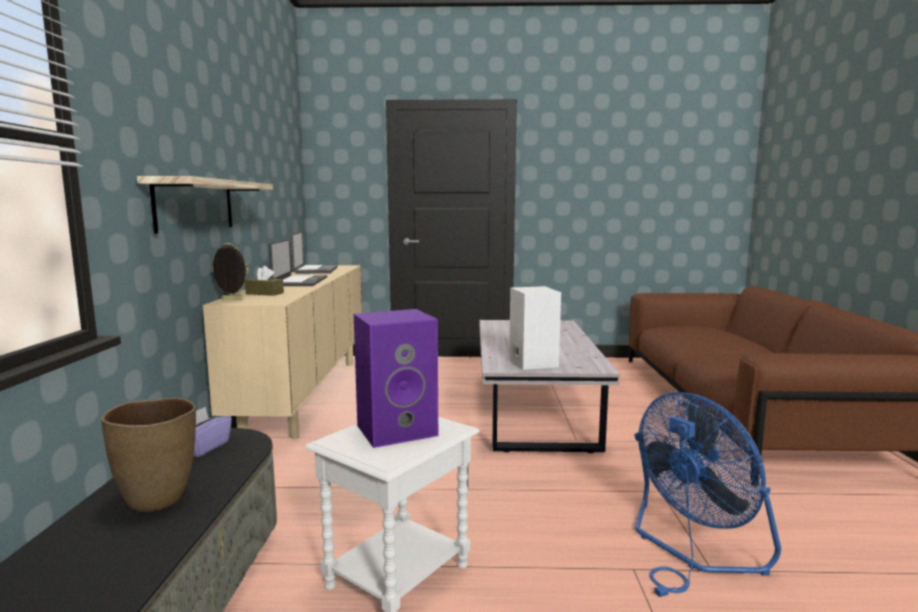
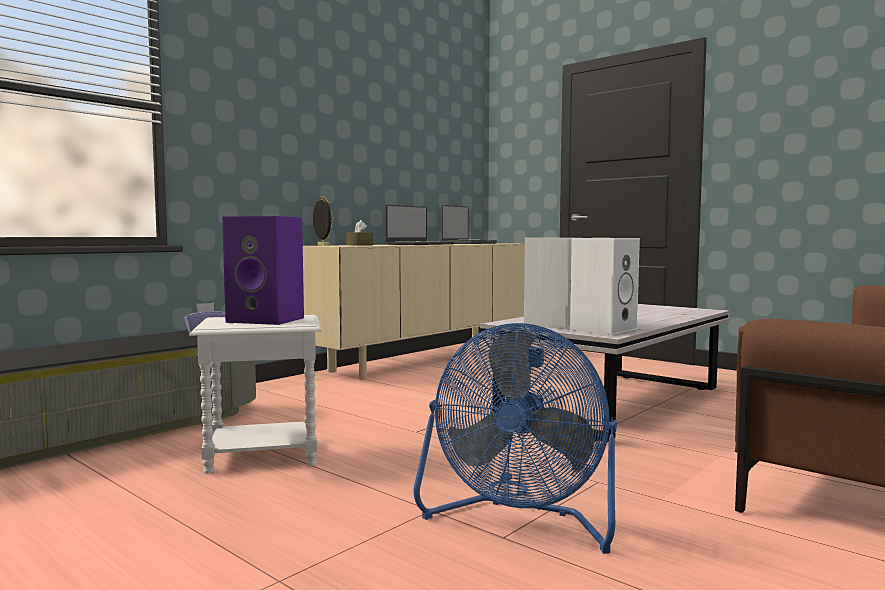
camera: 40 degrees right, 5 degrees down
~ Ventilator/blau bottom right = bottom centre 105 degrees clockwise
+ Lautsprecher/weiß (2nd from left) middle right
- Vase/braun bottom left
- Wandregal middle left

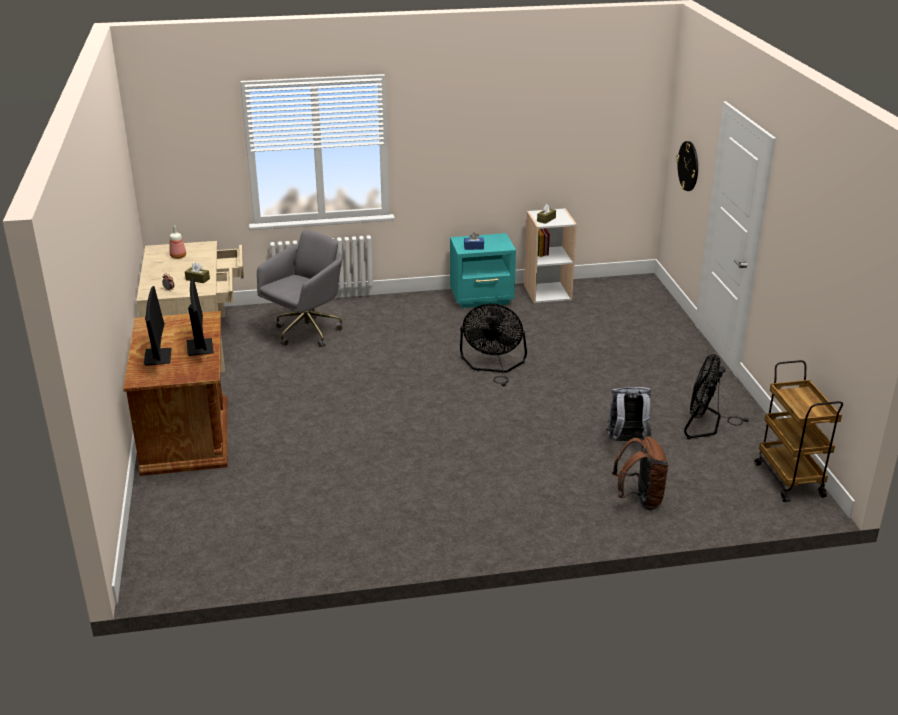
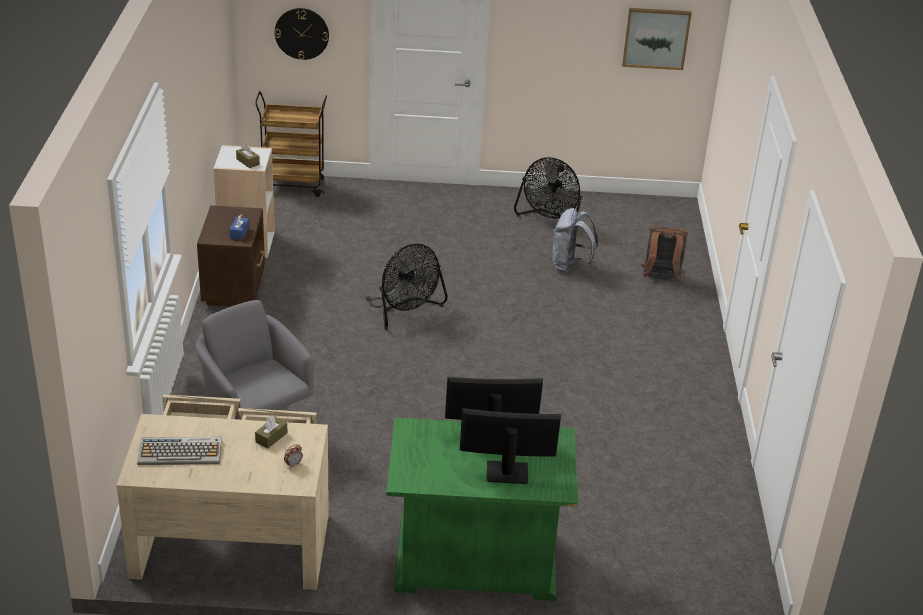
camera: 80 degrees left, 5 degrees up
~ Flasche middle left to Tastatur bottom left
~ Nachttisch/türkis centre to Nachttisch/braun middle left
~ Rollwagen/braun middle right to top left
~ Ventilator/schwarz (1st from left) centre = centre 150 degrees counterclockwise
~ Schrank/braun middle left to Schrank/grün bottom centre
+ Bild top right

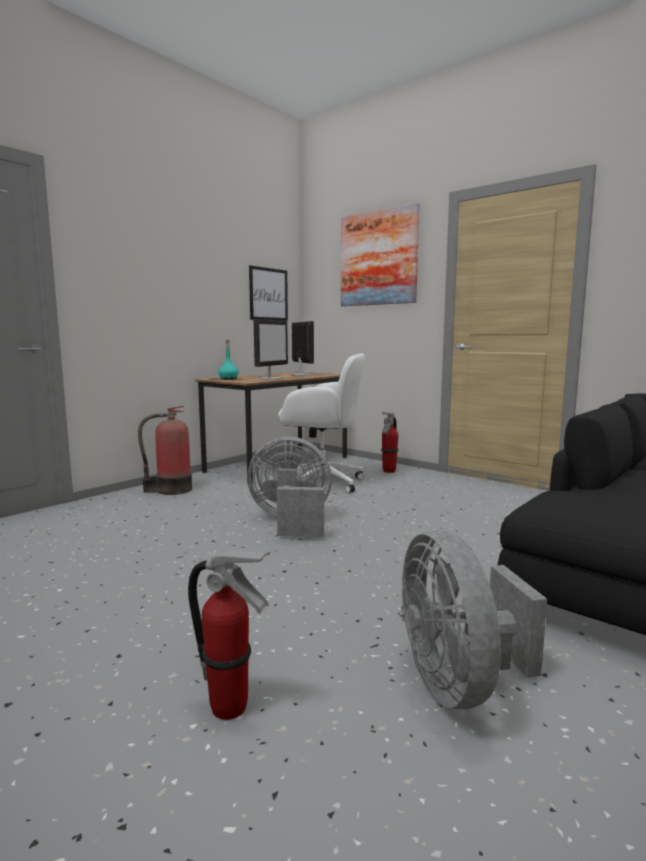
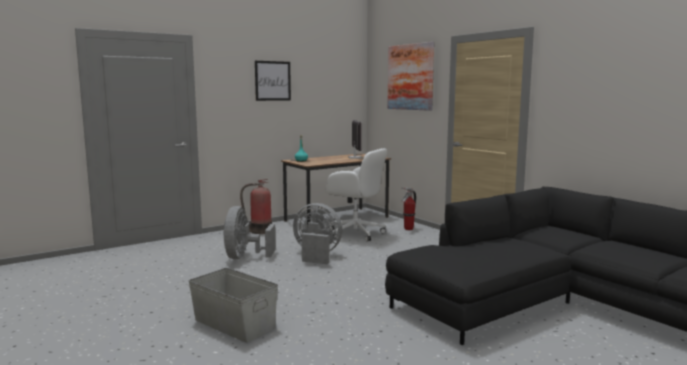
camera: 15 degrees right, 0 degrees up
~ Feuerlöscher (2nd from left) bottom centre to Aufbewahrungsbox/grau bottom centre
~ Ventilator/grau (2nd from left in the first image) bottom right to Ventilator/grau (1st from left) centre
~ Bild (1st from left) centre to top centre
- Monitor (1st from left) centre

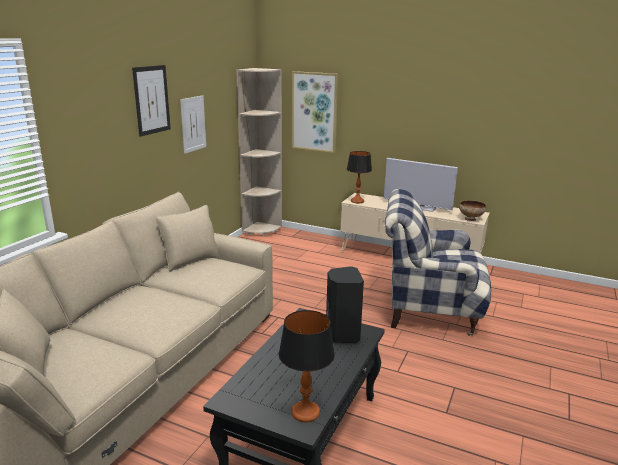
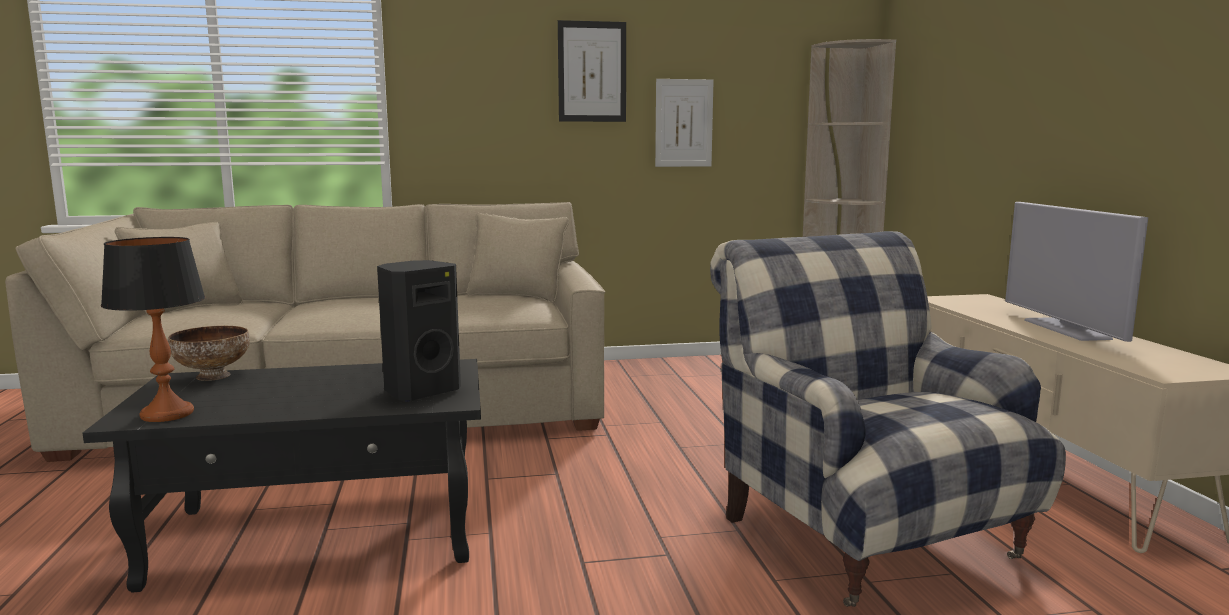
camera: 55 degrees right, 10 degrees down
~ Schüssel middle right to middle left
- Bild (3rd from left) top centre
- Tischlampe (2nd from left) centre

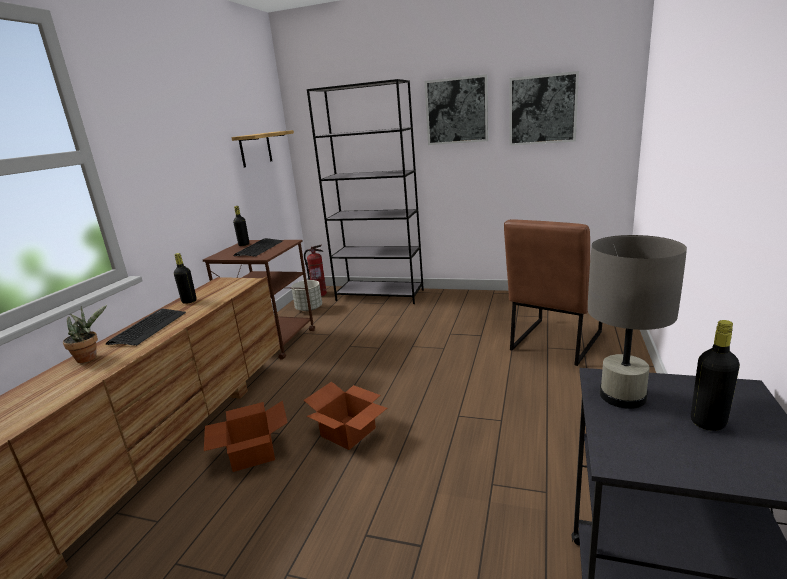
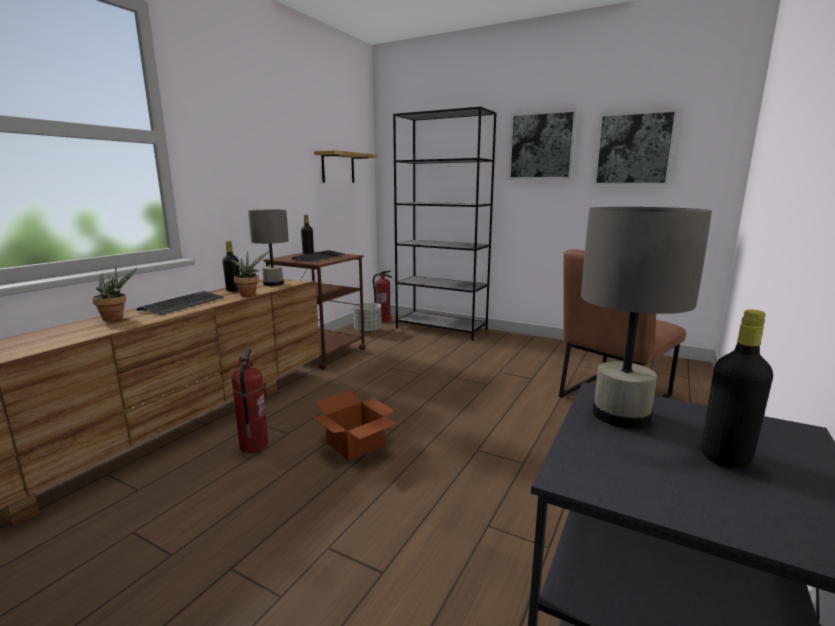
camera: 10 degrees right, 5 degrees down
+ Topfpflanze (2nd from left) middle left
~ Karton (1st from left) bottom left to Feuerlöscher (1st from left) middle left
+ Tischlampe/grau (1st from left) middle left

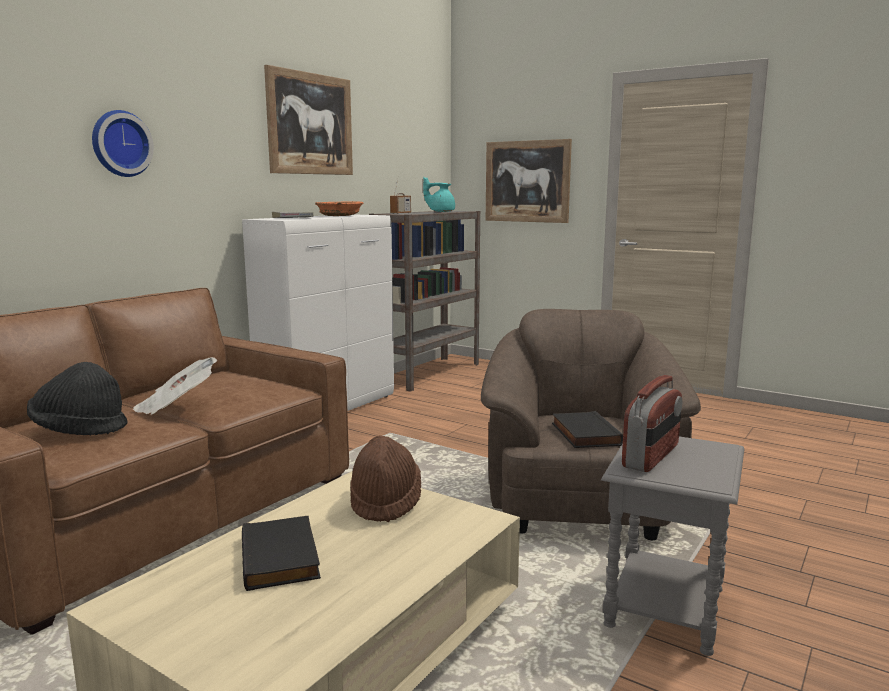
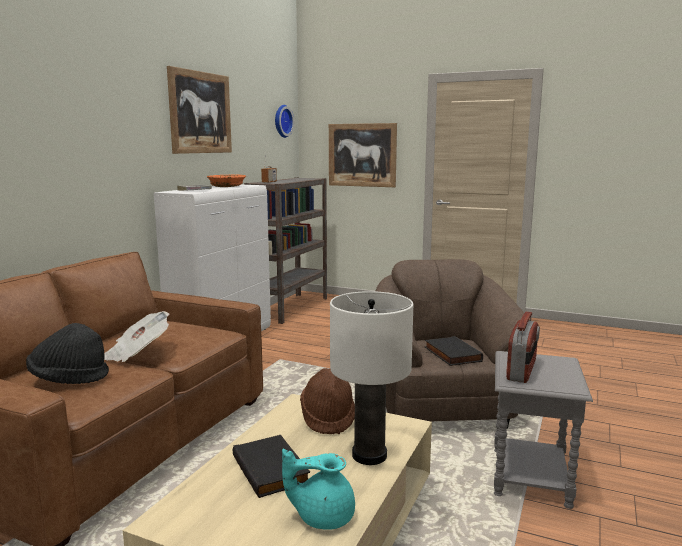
camera: 10 degrees left, 0 degrees up
~ Wanduhr top left to top centre
~ Teekanne/türkis top centre to bottom centre
+ Tischlampe/weiß bottom centre

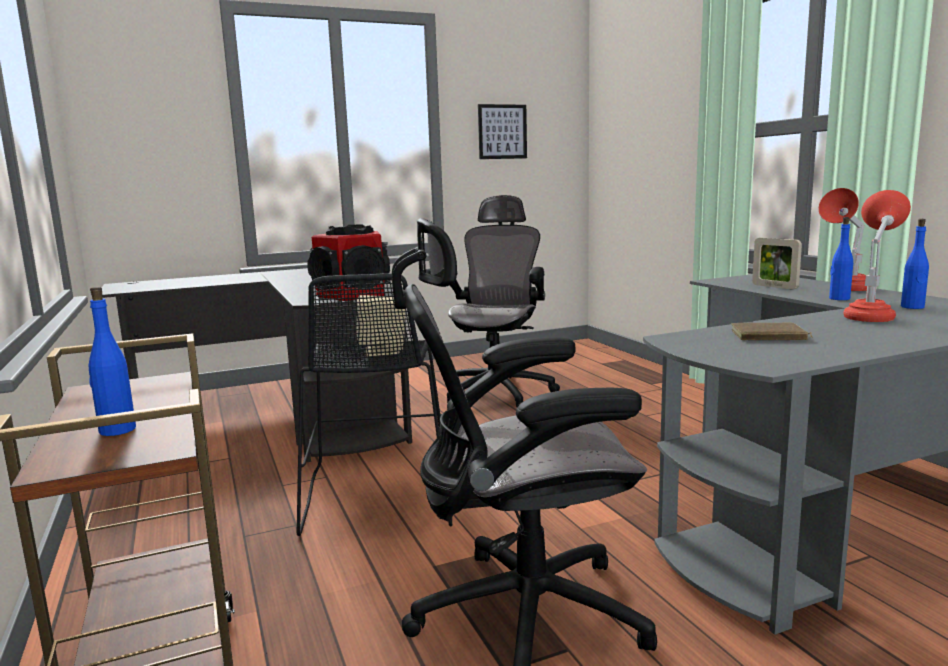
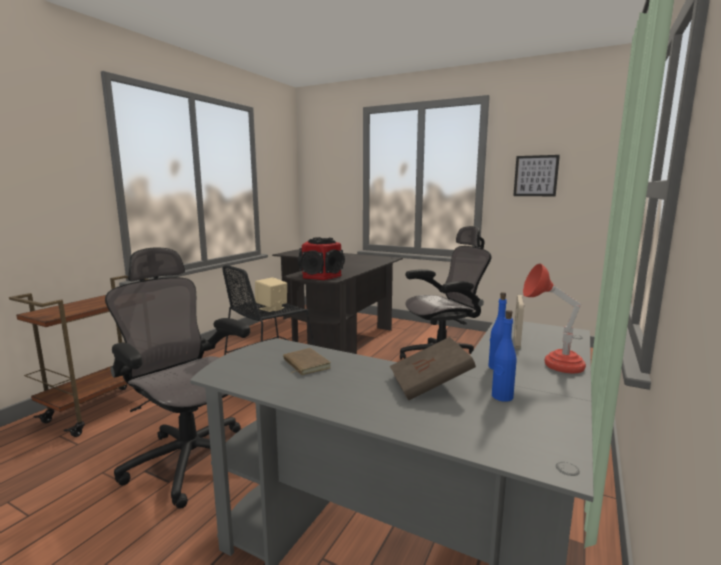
camera: 50 degrees right, 0 degrees up
~ Tischlampe/rot (2nd from left) middle right to Buch/braun (2nd from left) centre
- Flasche/blau (1st from left) middle left

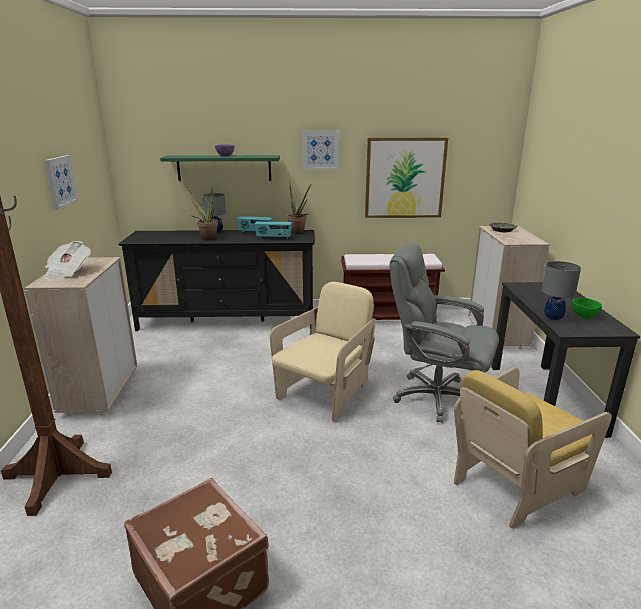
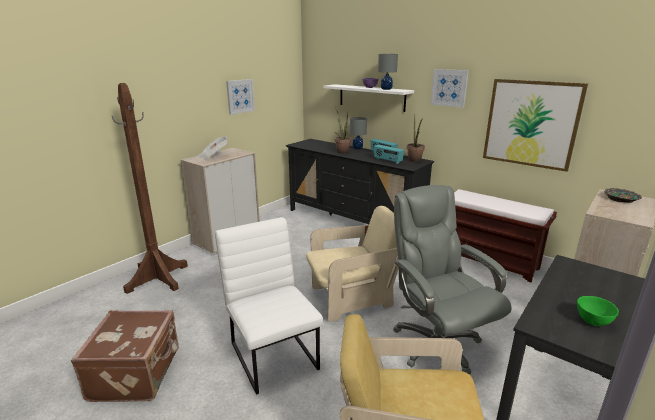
camera: 40 degrees right, 0 degrees up
+ Stuhl/weiß bottom centre
~ Wandregal/grün top centre to Wandregal/weiß top centre
~ Tischlampe/grau (2nd from left) middle right to top centre

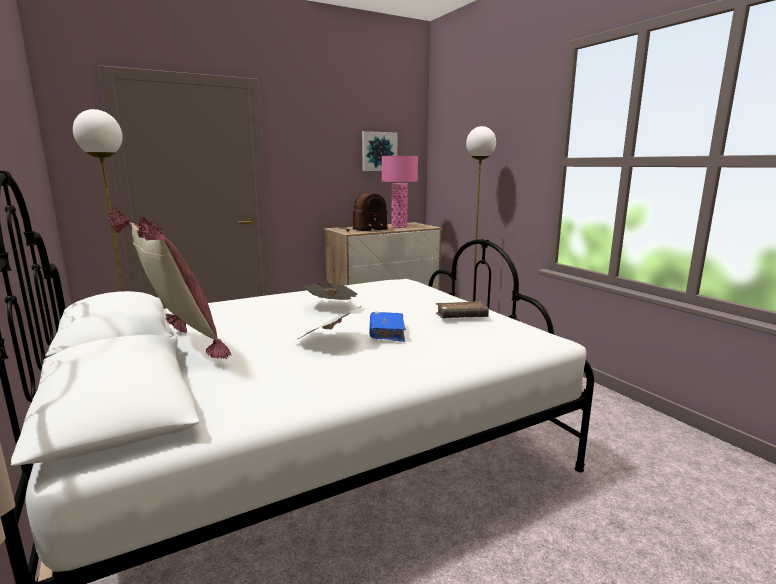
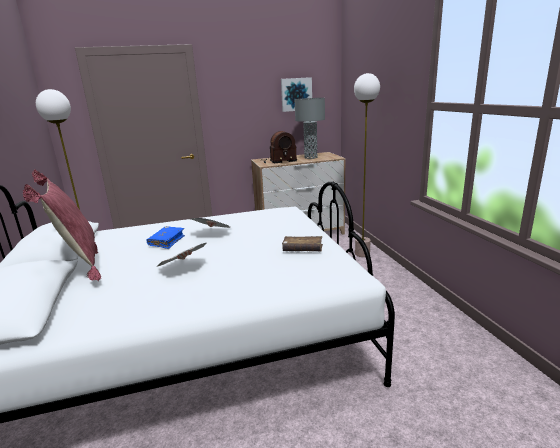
camera: 15 degrees right, 5 degrees up
~ Buch/blau centre to middle left
~ Tischlampe/rosa top centre to Tischlampe/grau top centre

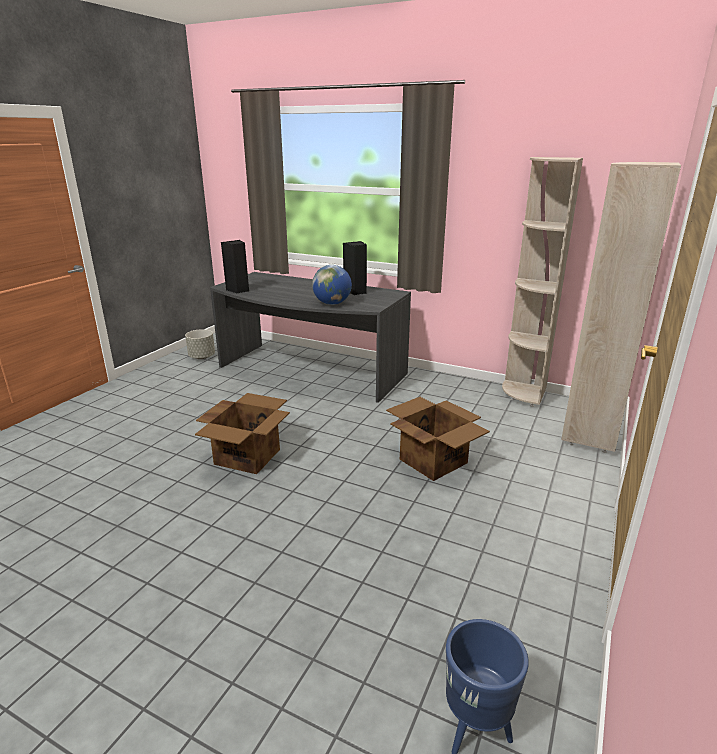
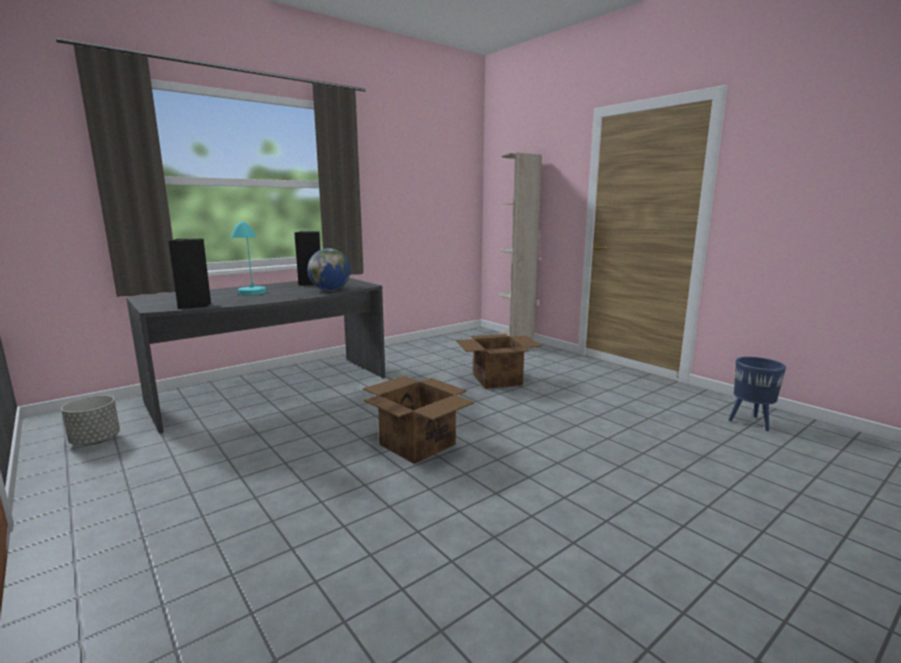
camera: 65 degrees left, 10 degrees down
+ Tischlampe/türkis middle left
- Bücherregal/beige (1st from left) middle right

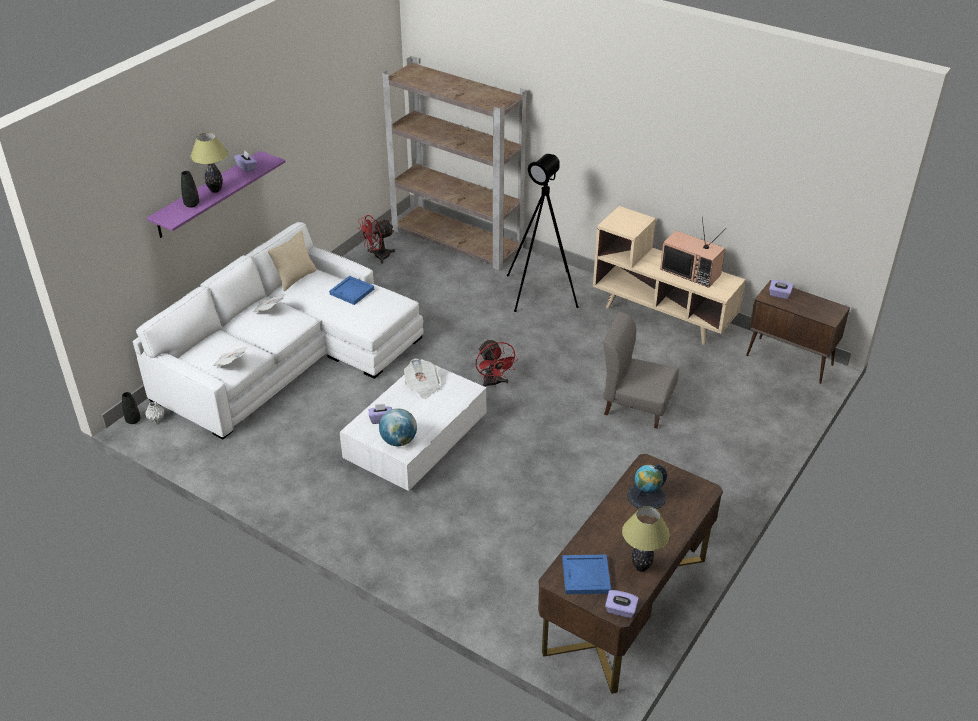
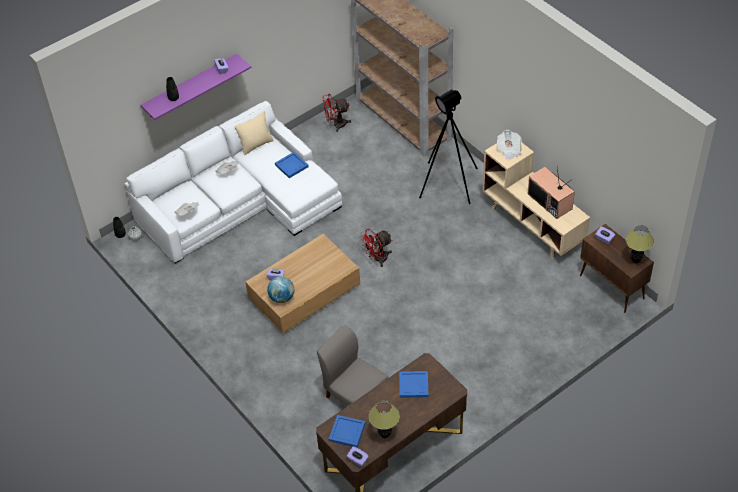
camera: 20 degrees right, 10 degrees up
~ Couchtisch/weiß centre to Couchtisch/braun centre
~ Stuhl/grau centre to bottom centre
~ Ventilator/rot (2nd from left) centre = centre 60 degrees clockwise
~ Globus (2nd from left) bottom centre to Tablett/blau (3rd from left) bottom centre
~ Zeitung (3rd from left) centre to top right
~ Tischlampe (1st from left in the first image) top left to Tischlampe (2nd from left) middle right

